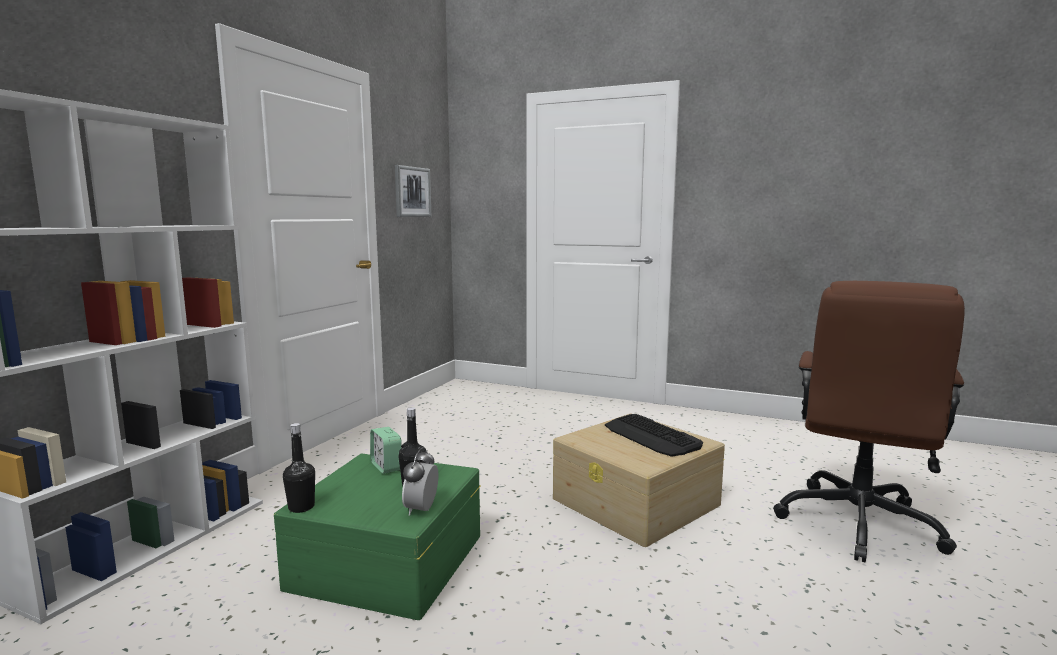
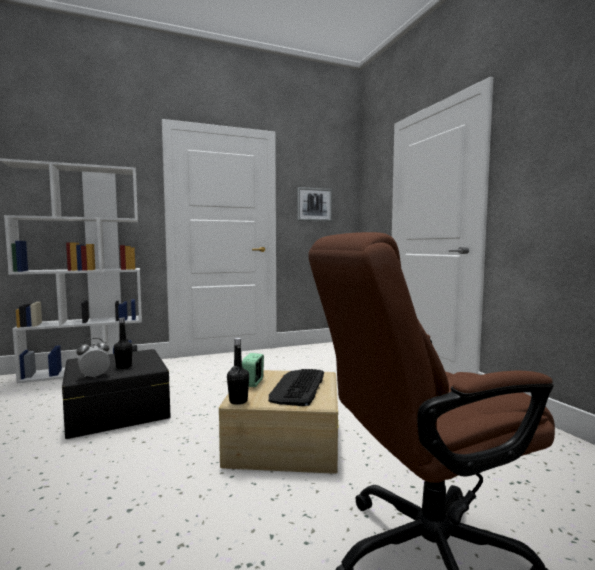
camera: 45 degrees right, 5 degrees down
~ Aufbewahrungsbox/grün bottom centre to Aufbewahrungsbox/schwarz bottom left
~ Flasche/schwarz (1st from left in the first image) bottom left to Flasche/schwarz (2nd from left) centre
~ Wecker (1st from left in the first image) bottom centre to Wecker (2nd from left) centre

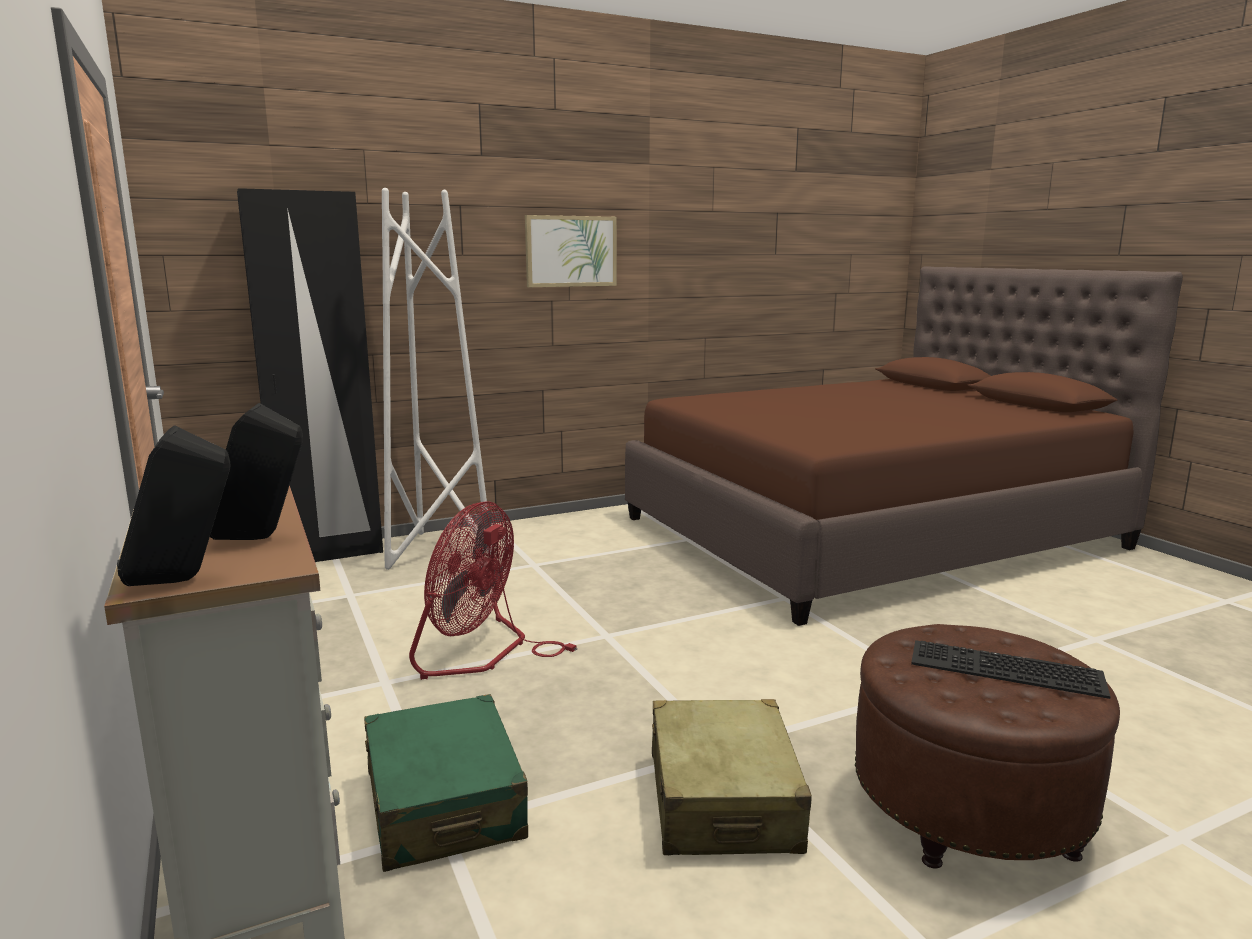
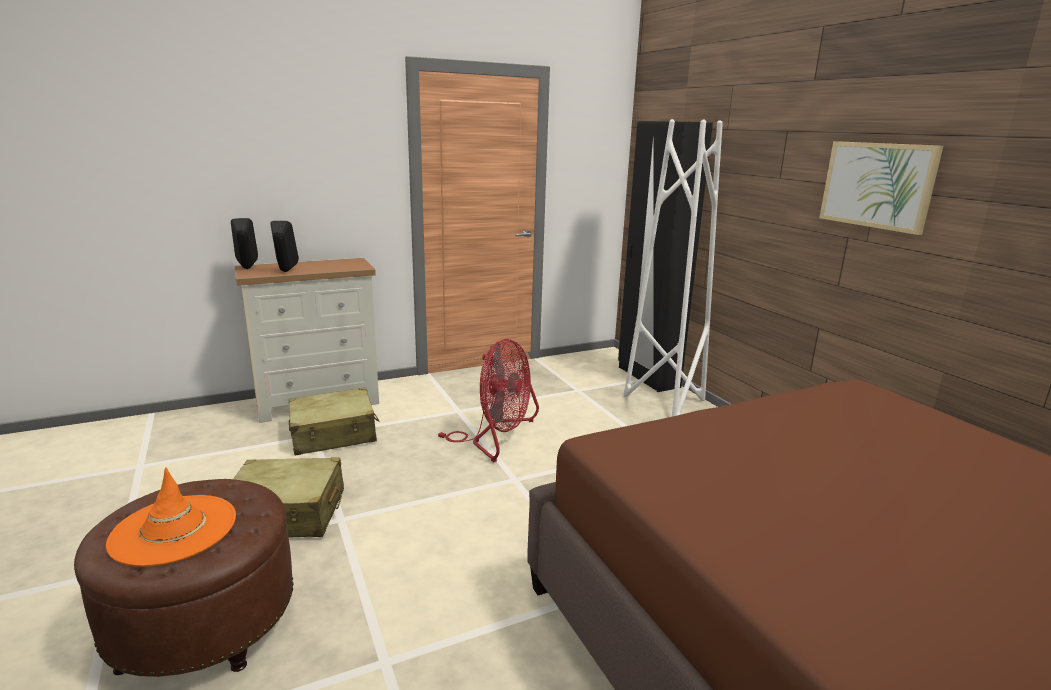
camera: 90 degrees right, 5 degrees up
~ Tastatur bottom right to Hut/orange bottom left
~ Koffer/grün bottom centre to Koffer/beige (2nd from left) middle left
~ Ventilator/rot centre = centre 90 degrees clockwise

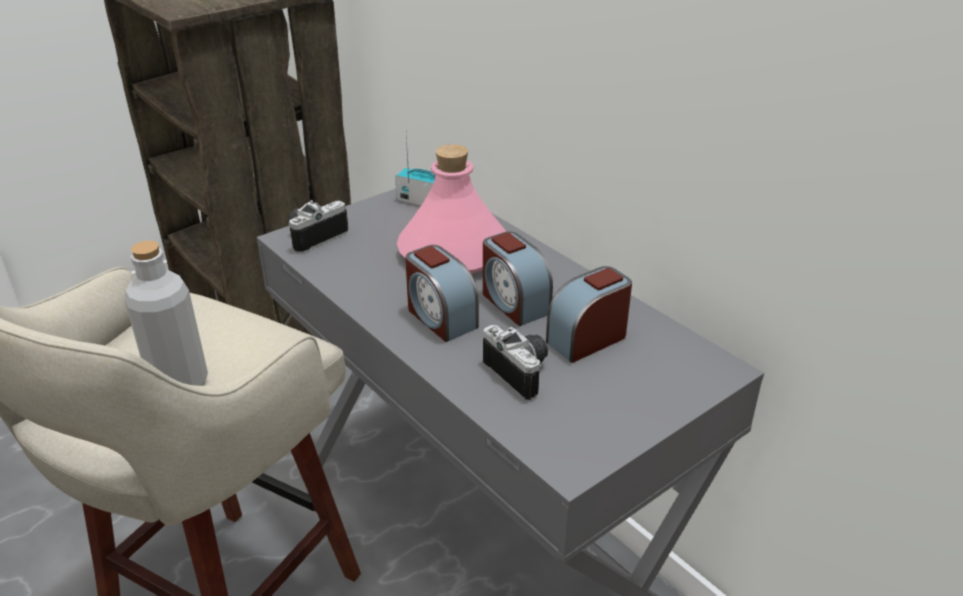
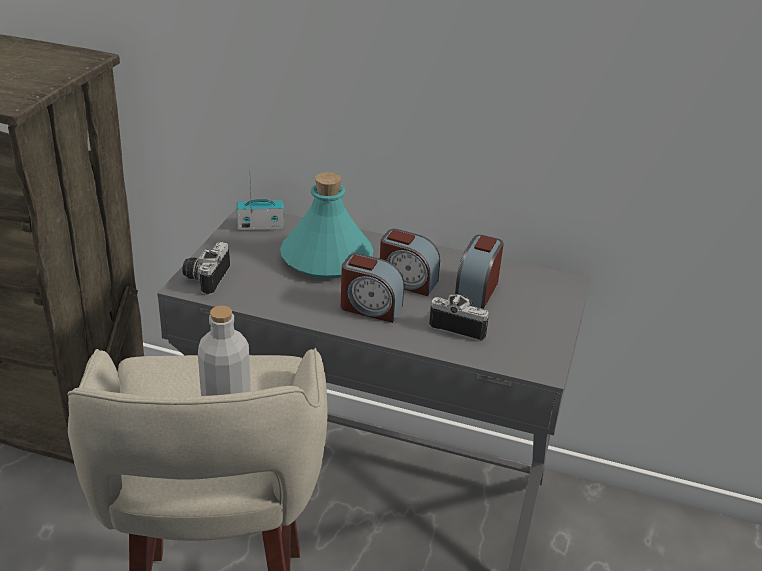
camera: 35 degrees left, 0 degrees up
~ Flasche/rosa centre to Flasche/türkis centre

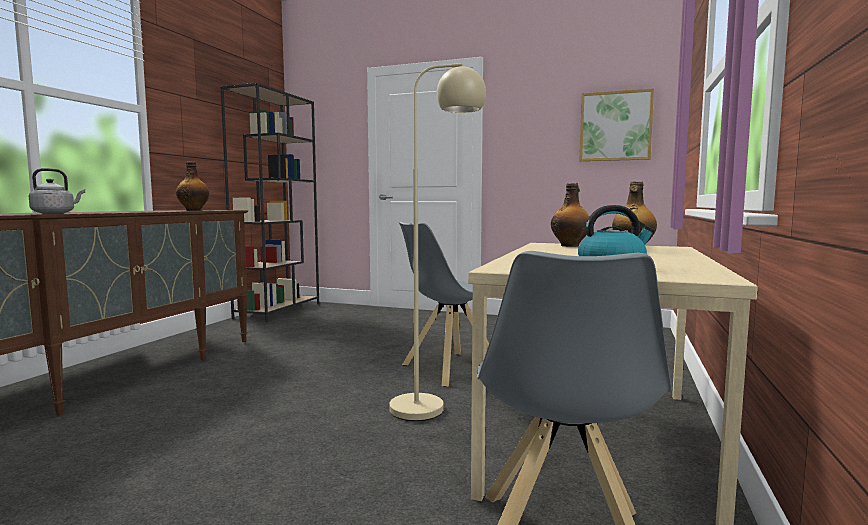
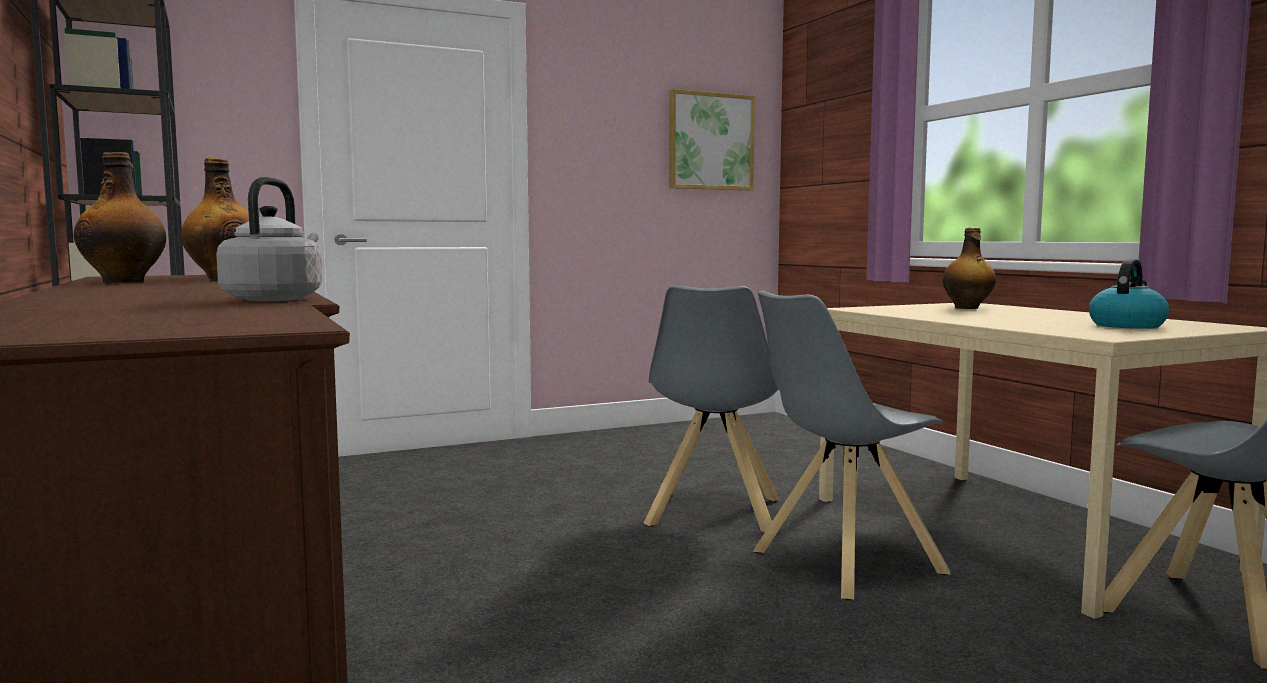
camera: 45 degrees left, 0 degrees up
~ Flasche (2nd from left in the first image) centre to Flasche (1st from left) top left
~ Stehlampe/beige centre to Stuhl/grau (2nd from left) middle right

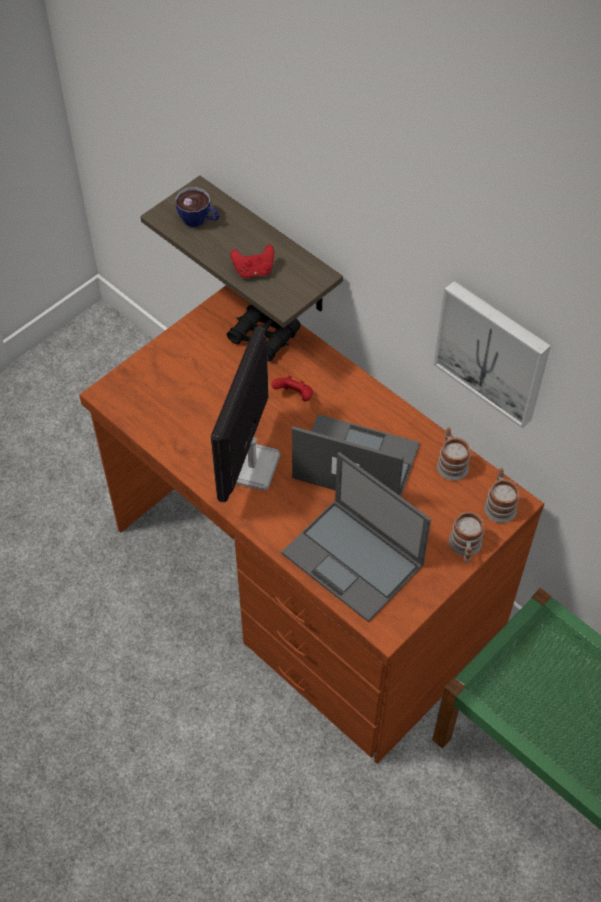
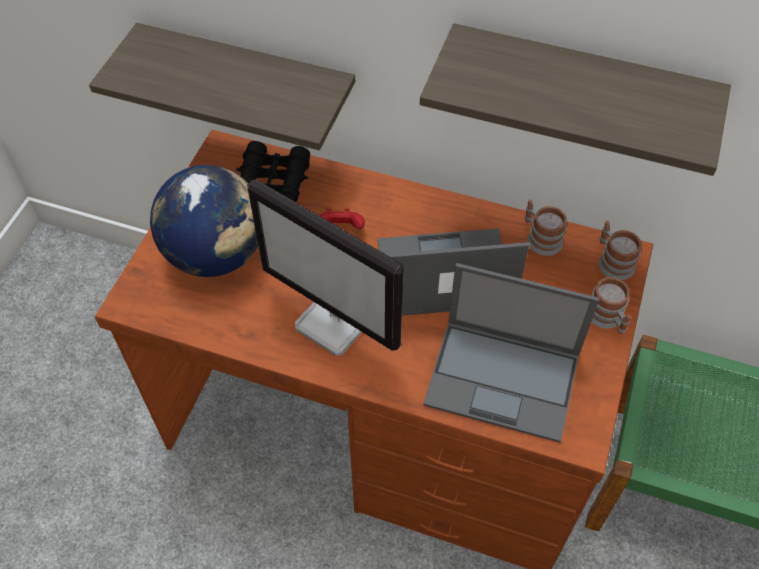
camera: 25 degrees left, 0 degrees up
+ Globus middle left
~ Monitor centre = centre 45 degrees counterclockwise
~ Bild middle right to Wandregal (2nd from left) top right
- Tasse top left
- Gamepad/rot (1st from left) top centre

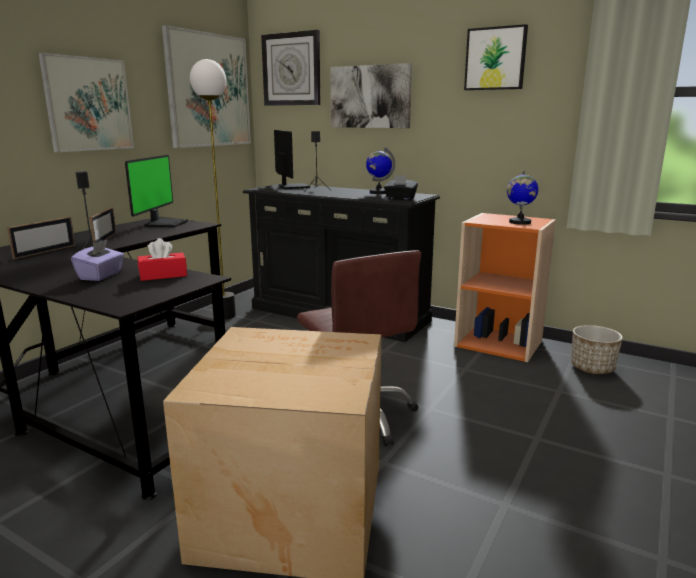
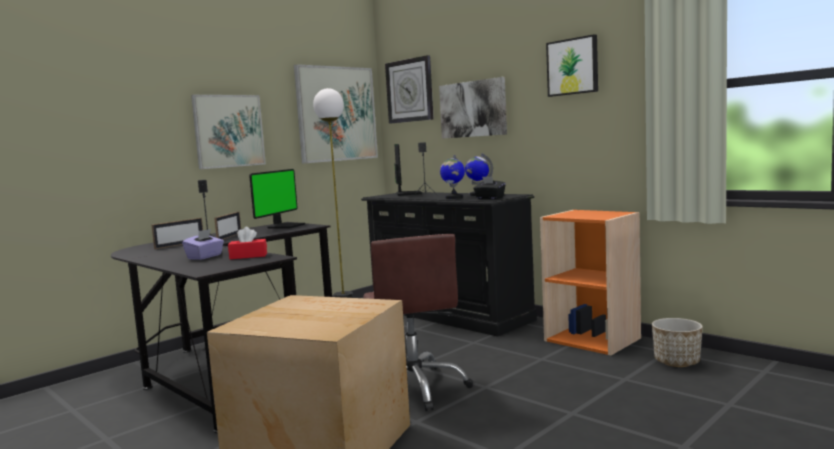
camera: 15 degrees right, 10 degrees down
~ Globus (2nd from left in the first image) middle right to Globus (1st from left) centre

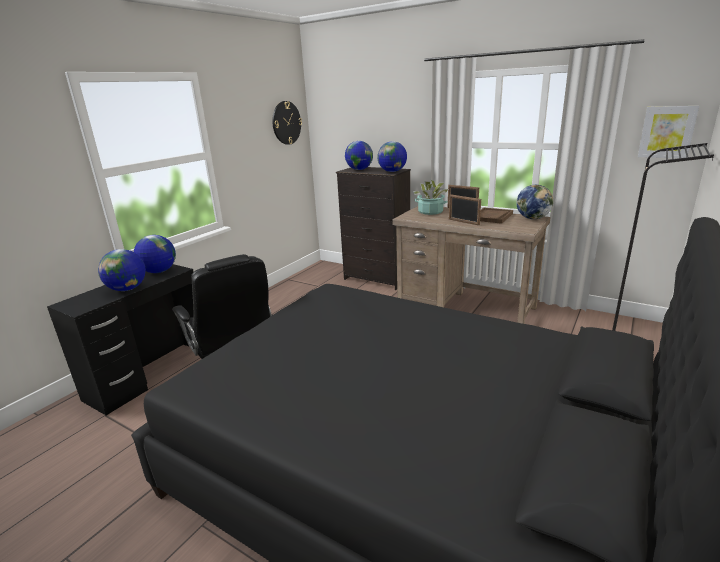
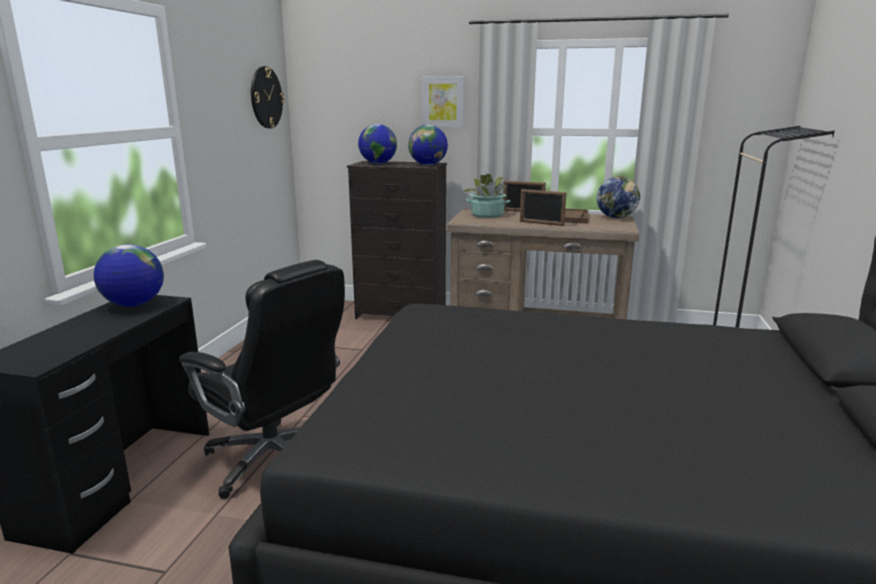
camera: 20 degrees left, 5 degrees down
~ Bild top right to top centre
- Globus (1st from left) middle left

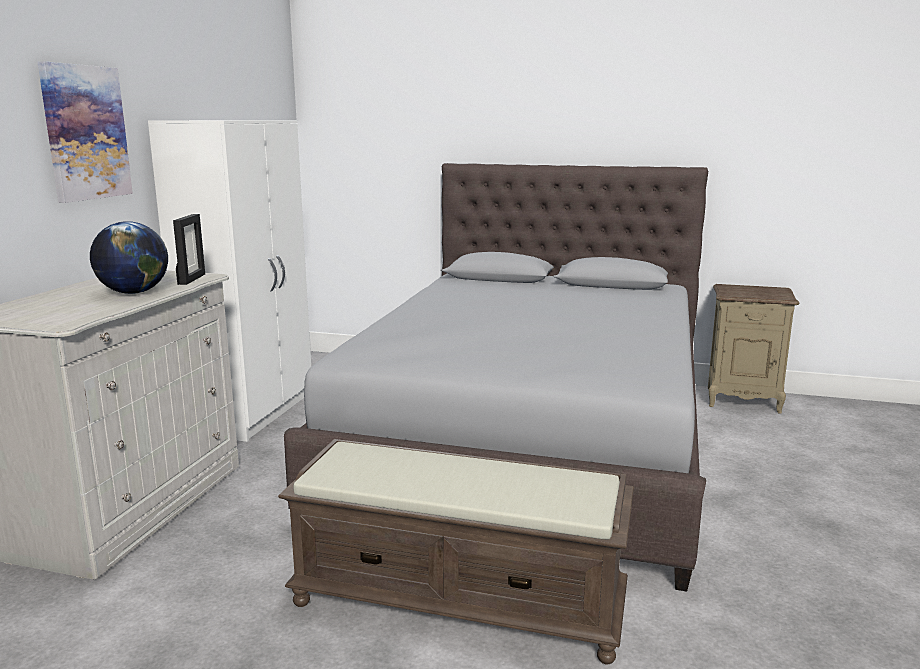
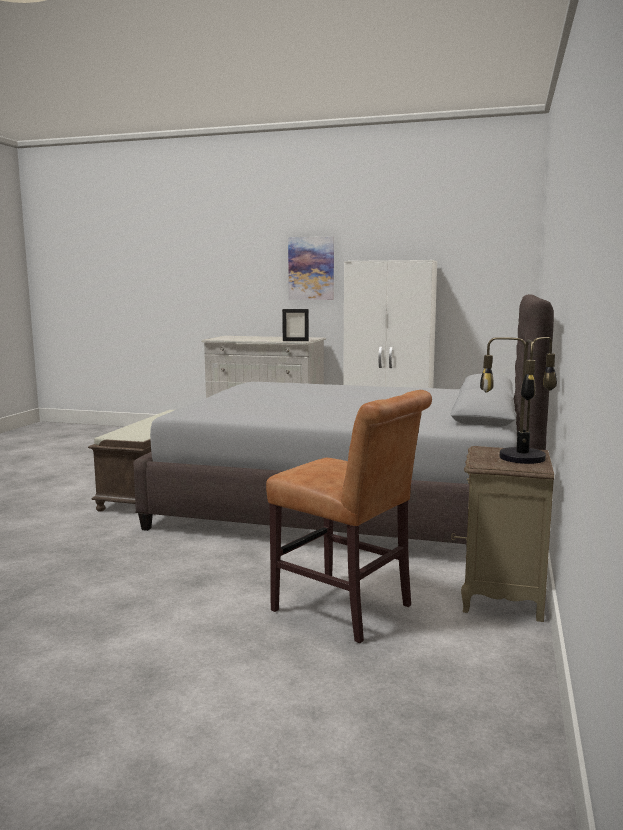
camera: 90 degrees right, 5 degrees down
+ Stuhl/braun centre
+ Tischlampe middle right
- Globus middle left

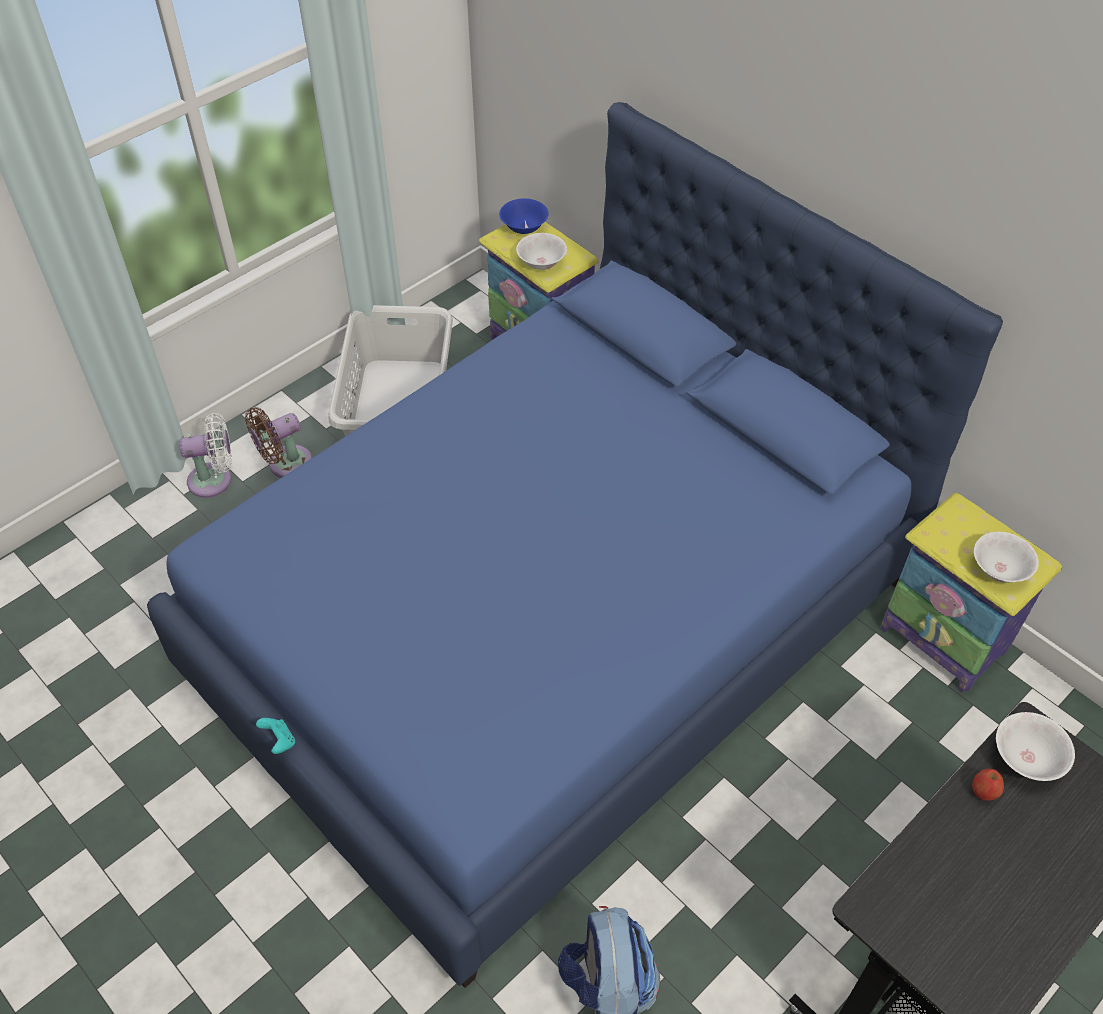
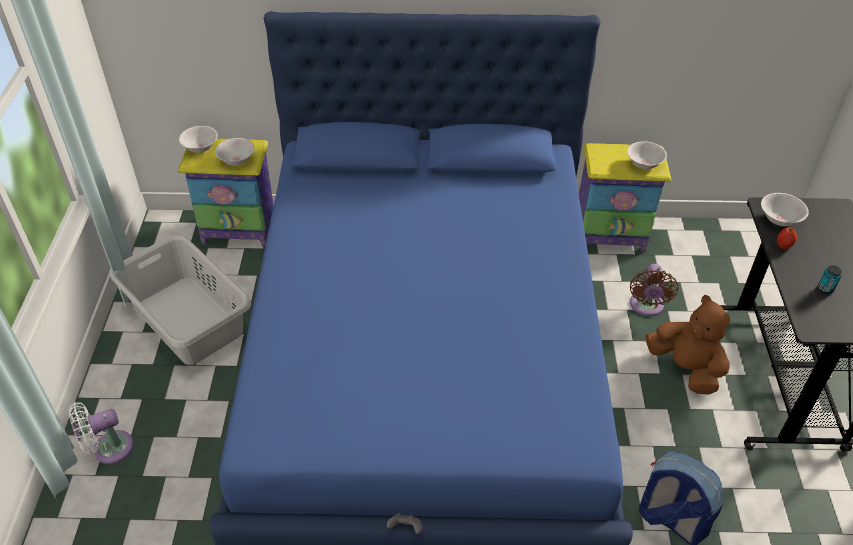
camera: 45 degrees left, 5 degrees down
~ Ventilator/weiß middle left = bottom left 150 degrees counterclockwise
~ Schüssel/blau top centre to Schüssel/weiß (1st from left) top left
~ Gamepad/türkis bottom left to Gamepad/grau bottom centre
~ Ventilator/braun middle left to middle right
+ Plüschtier/braun middle right
+ Dose middle right

